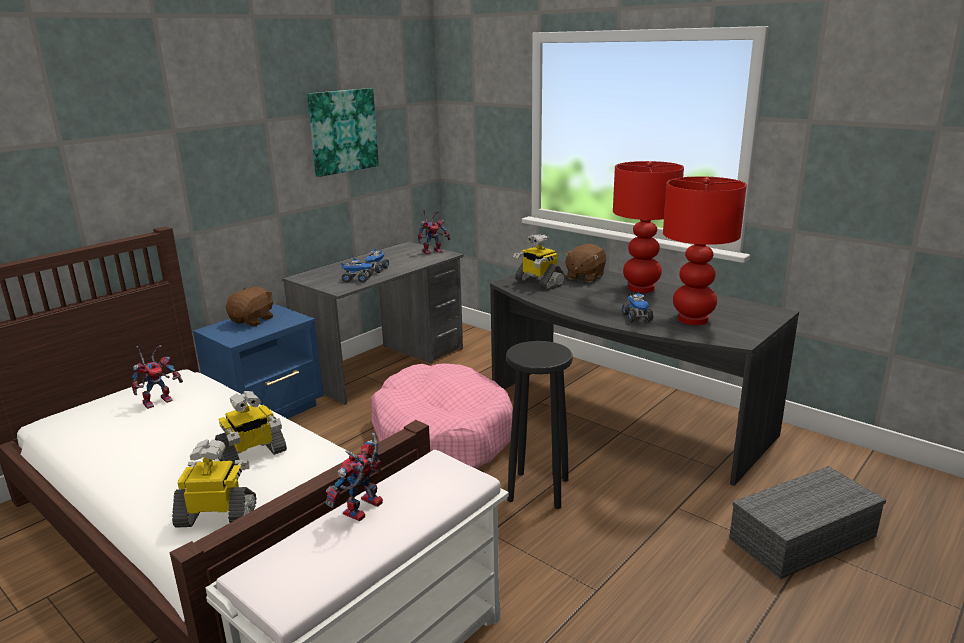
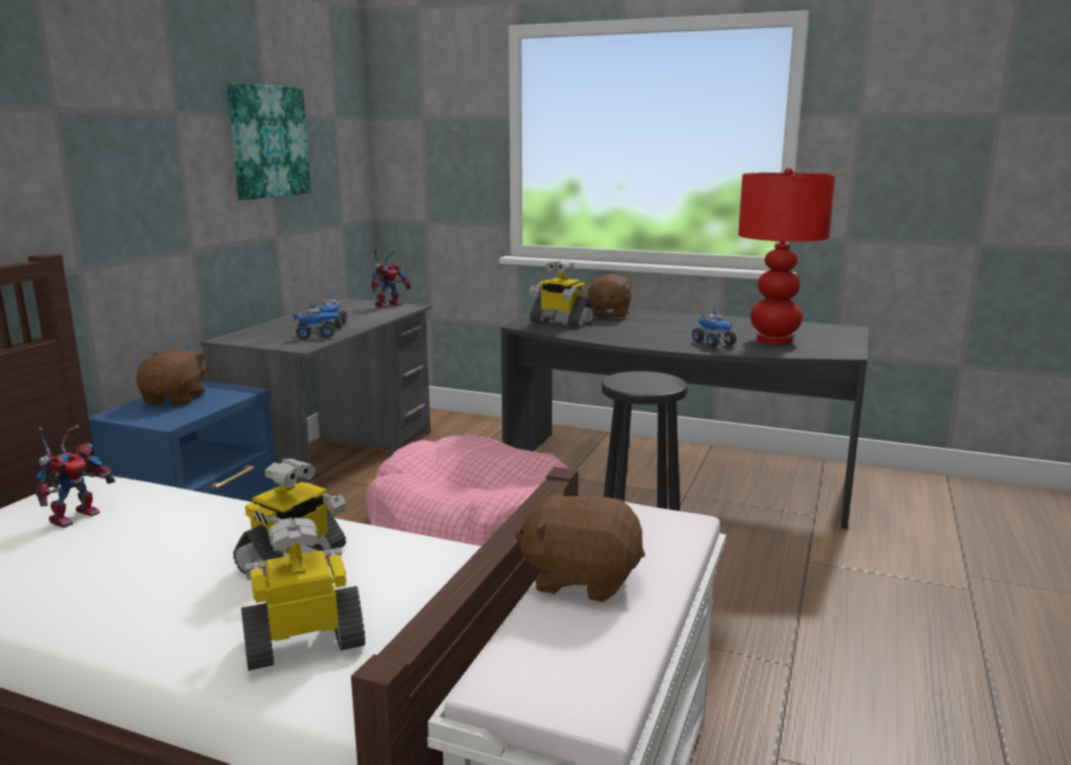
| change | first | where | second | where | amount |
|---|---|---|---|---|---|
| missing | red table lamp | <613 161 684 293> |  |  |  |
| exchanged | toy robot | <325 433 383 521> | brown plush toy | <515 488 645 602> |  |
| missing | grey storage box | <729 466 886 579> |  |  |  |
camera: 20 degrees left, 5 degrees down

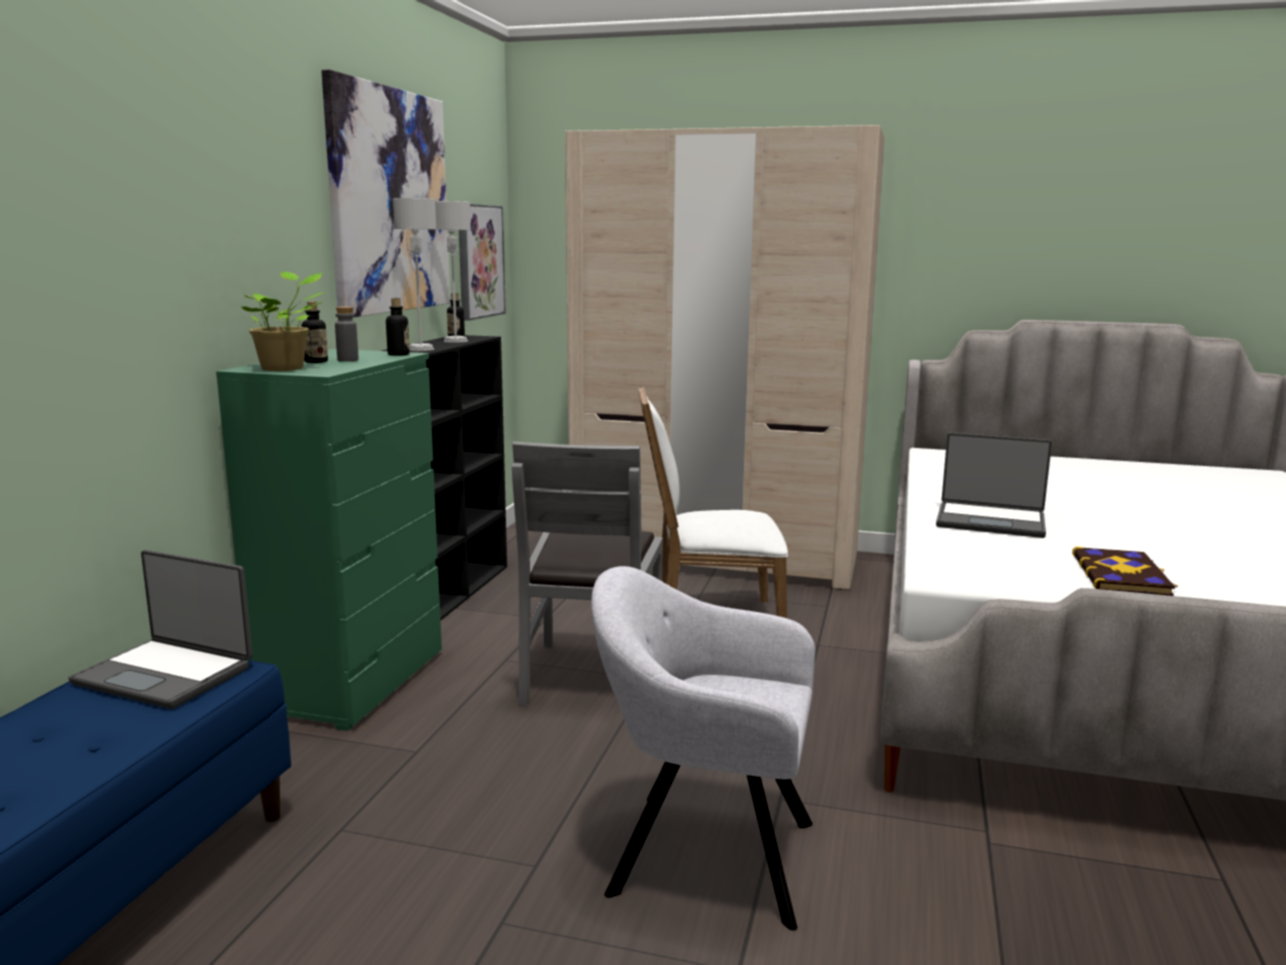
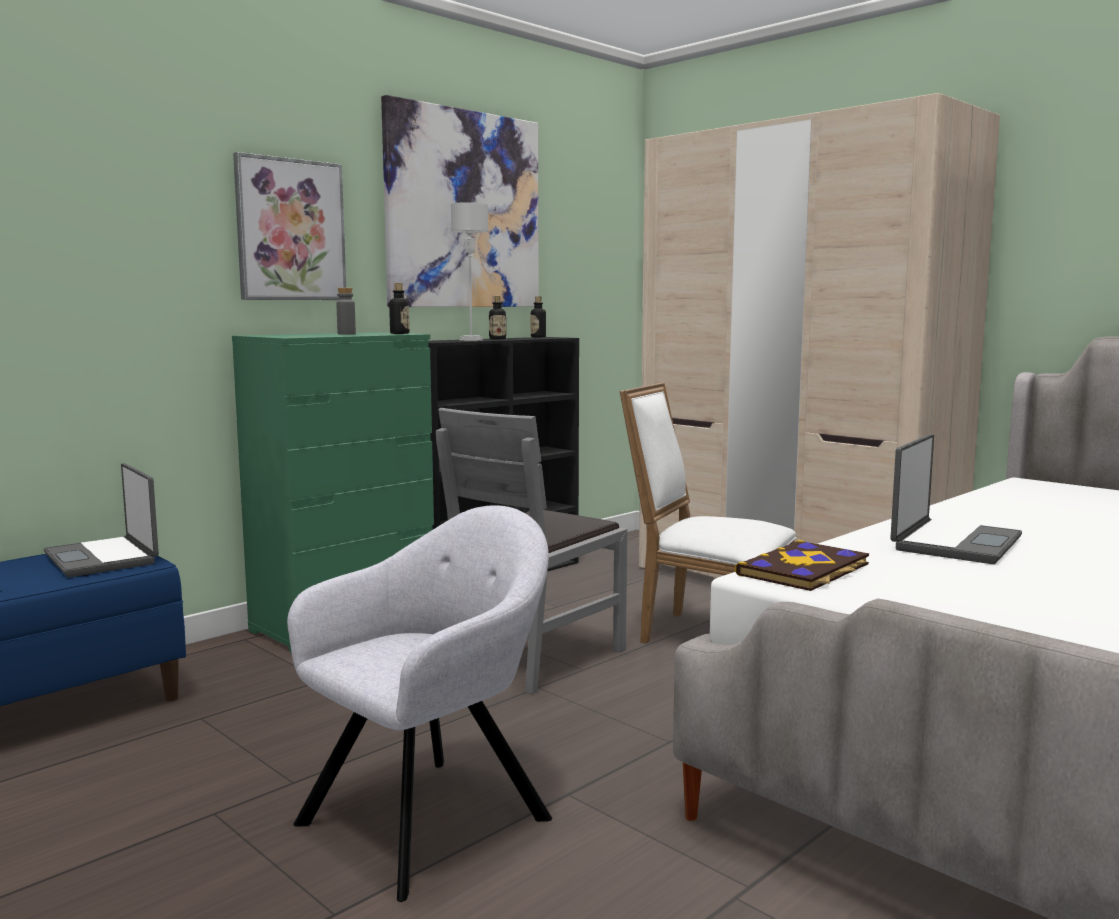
| change | first | where | second | where | amount |
|---|---|---|---|---|---|
| missing | grey table lamp | <432 201 471 343> |  |  |  |
| relocated | picture | <459 204 506 321> |  | <233 152 346 300> |  |
| missing | potted plant | <242 271 325 371> |  |  |  |
| relocated | bottle | <302 301 328 363> |  | <489 296 506 340> |  |
| spun | laptop | <936 433 1052 538> |  | <890 434 1022 564> | 105 degrees counterclockwise |
| relocated | book | <1072 547 1178 596> |  | <735 540 869 591> |  |
| spun | grey armchair | <591 566 815 930> |  | <287 505 552 902> | 90 degrees clockwise |
camera: 30 degrees right, 5 degrees down

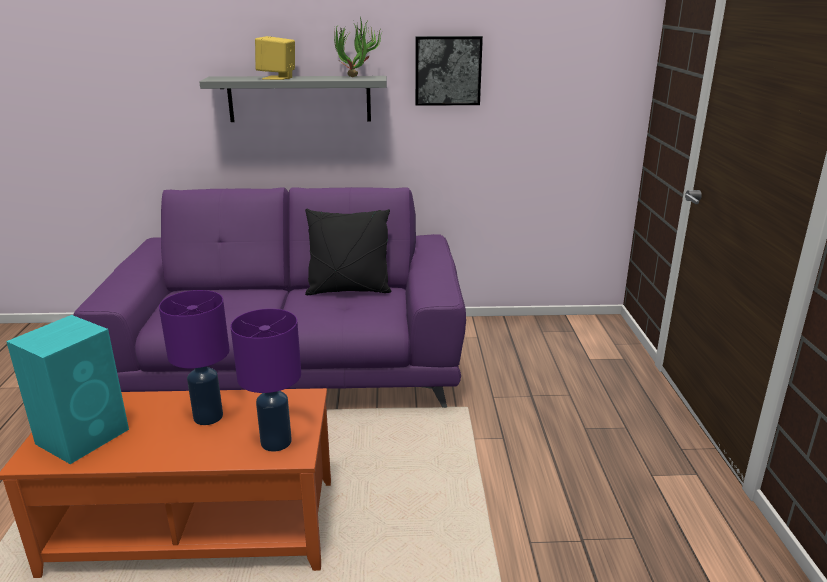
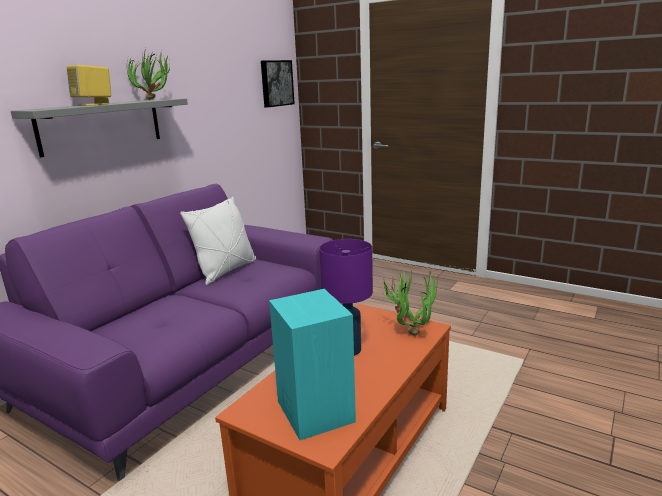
| change | first | where | second | where | amount |
|---|---|---|---|---|---|
| relocated | picture | <415 36 483 106> |  | <261 60 295 107> |  |
| colour | black pillow | <305 209 391 295> | white pillow | <180 197 256 285> |  |
| exchanged | purple table lamp | <230 309 301 452> | potted plant | <379 270 438 336> |  |
camera: 55 degrees left, 5 degrees down

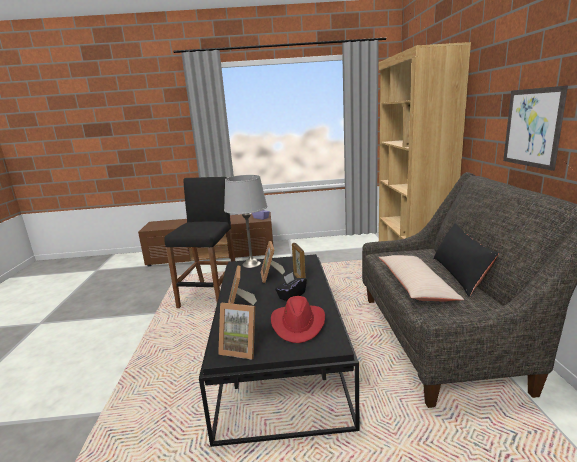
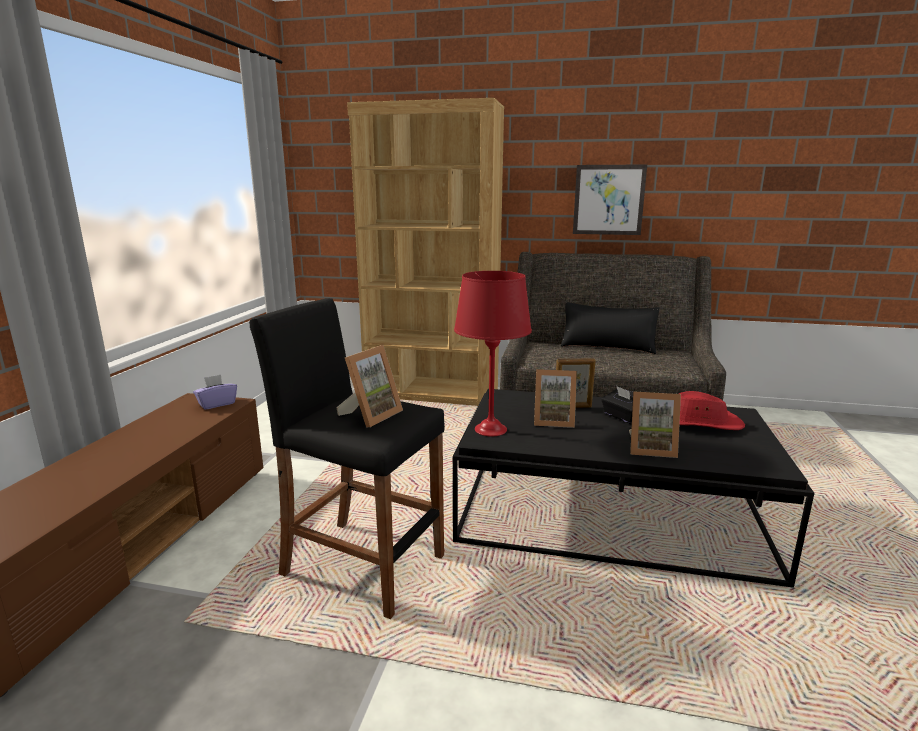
| change | first | where | second | where | amount |
|---|---|---|---|---|---|
| colour | grey table lamp | <224 175 267 268> | red table lamp | <454 271 532 436> |  |
| missing | beige pillow | <379 255 464 301> |  |  |  |
| relocated | picture frame | <218 303 255 360> |  | <337 345 403 428> |  |
camera: 75 degrees left, 0 degrees up

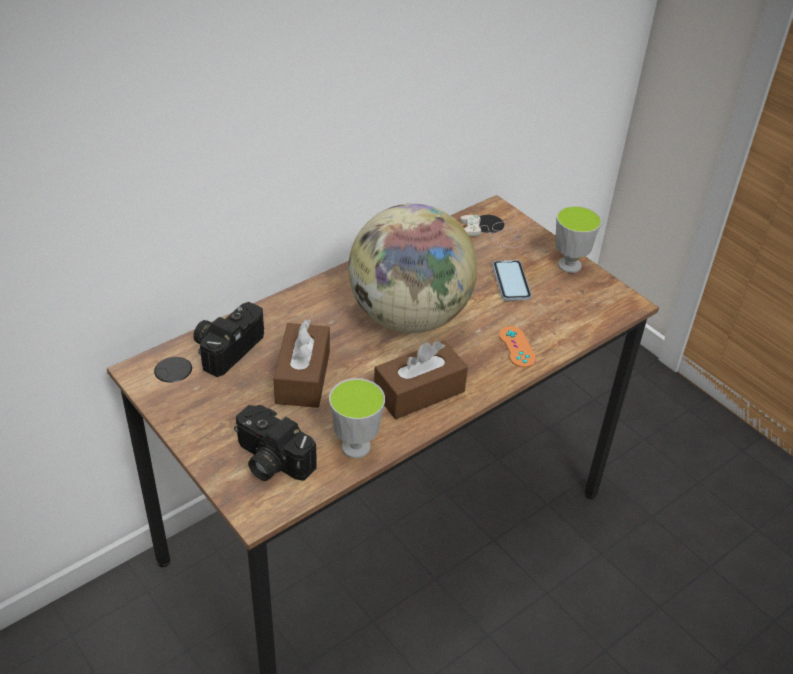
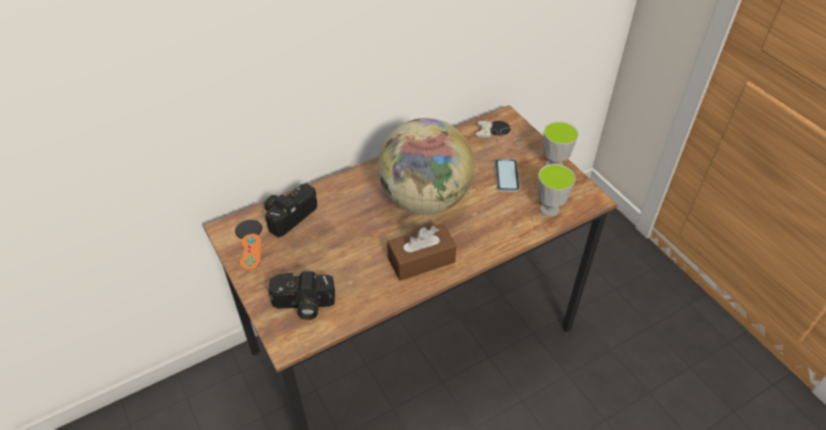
| change | first | where | second | where | amount |
|---|---|---|---|---|---|
| missing | brown tissue box | <274 320 330 408> |  |  |  |
| relocated | orange game controller | <499 326 536 368> |  | <240 234 261 270> |  |
| relocated | cup | <329 378 385 458> |  | <538 164 575 217> |  |
| spun | photo camera | <234 405 317 481> |  | <268 271 335 320> | 45 degrees counterclockwise |
camera: 10 degrees right, 5 degrees up

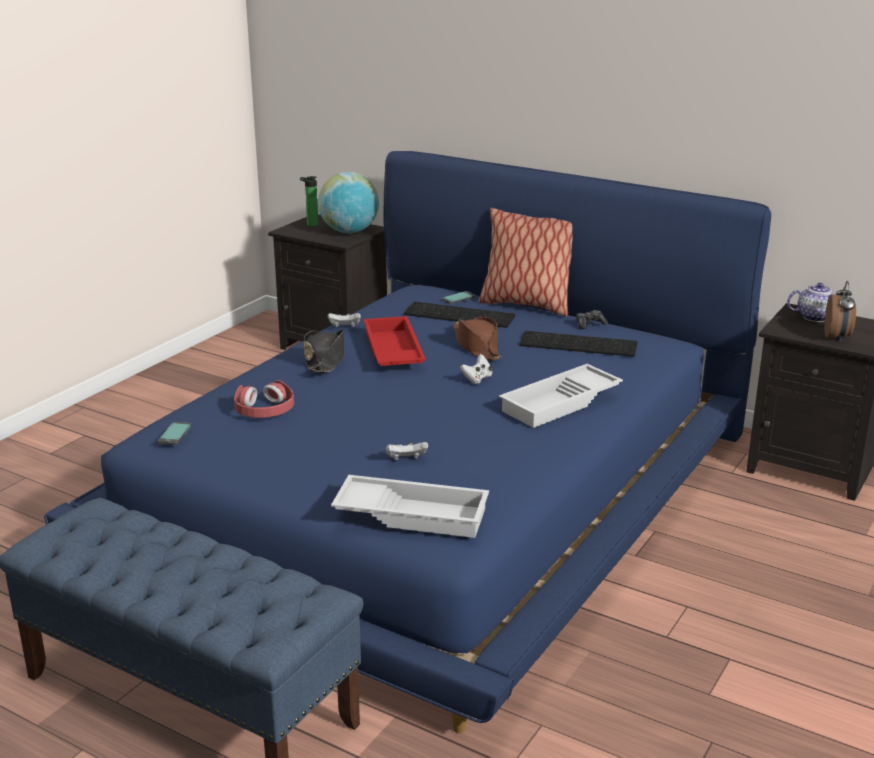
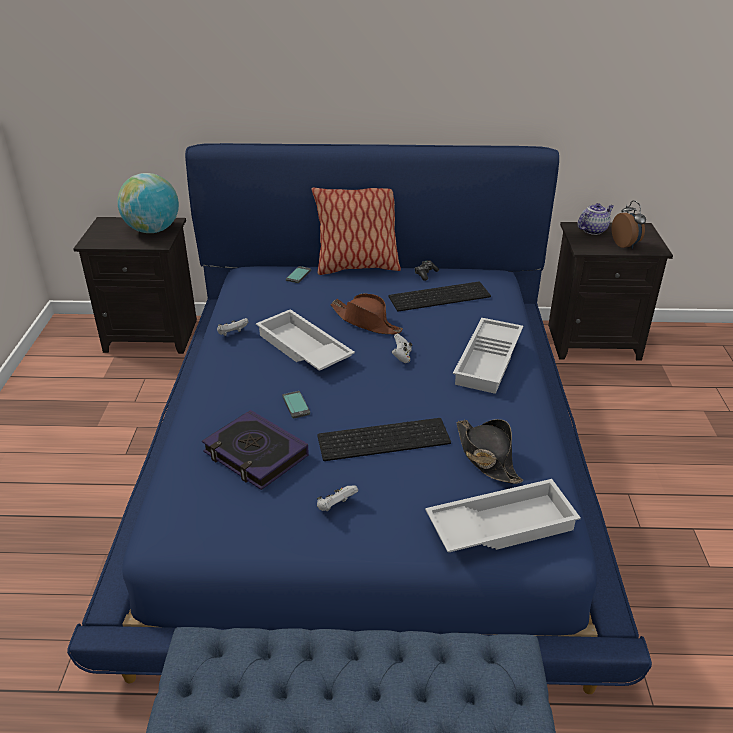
| change | first | where | second | where | amount |
|---|---|---|---|---|---|
| missing | bottle | <300 176 319 227> |  |  |  |
| relocated | keyboard | <404 302 515 328> |  | <317 418 451 461> |  |
| colour | red tray | <363 316 426 366> | white tray | <256 309 355 371> |  |
| relocated | black hat | <304 330 344 373> |  | <456 419 523 484> |  |
| exchanged | red headphones | <234 380 294 418> | book | <202 410 309 490> |  |
| relocated | phone | <157 422 192 445> |  | <282 391 310 418> |  |
| relocated | white game controller | <386 442 428 460> |  | <317 485 358 511> |  |
camera: 30 degrees left, 10 degrees up

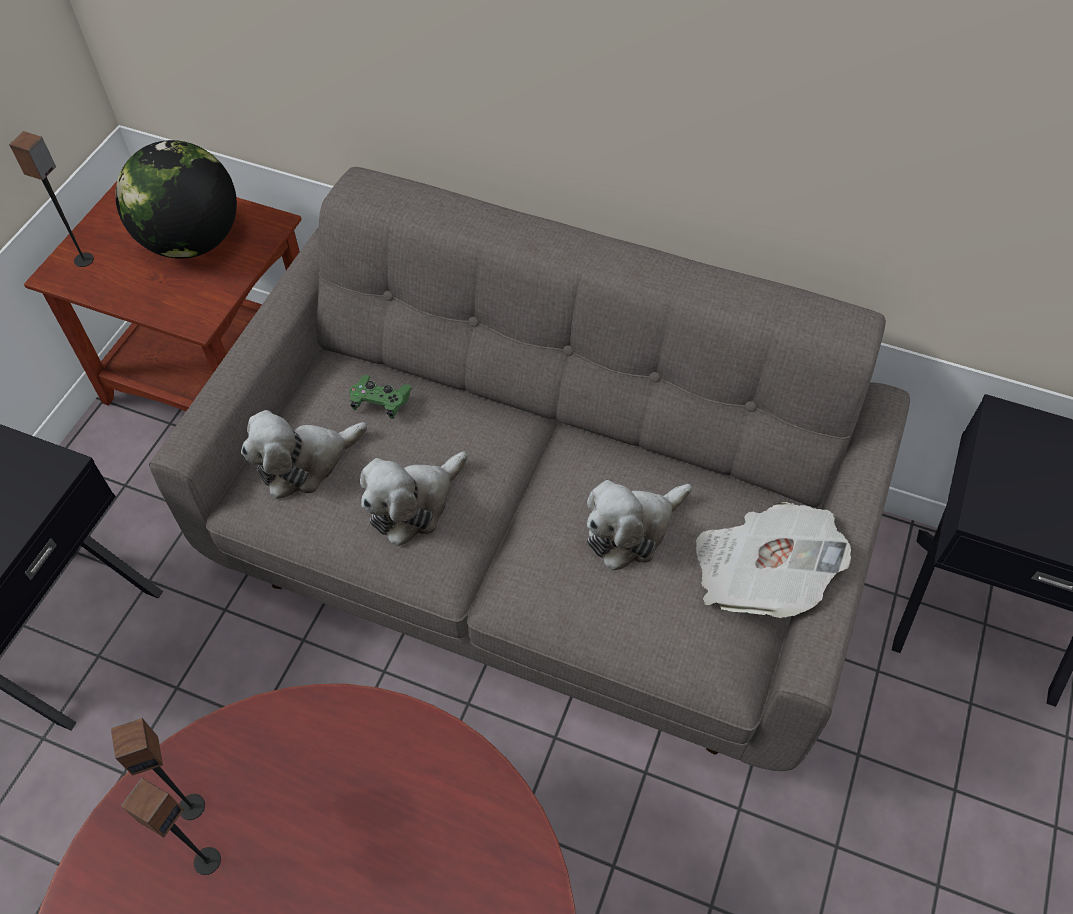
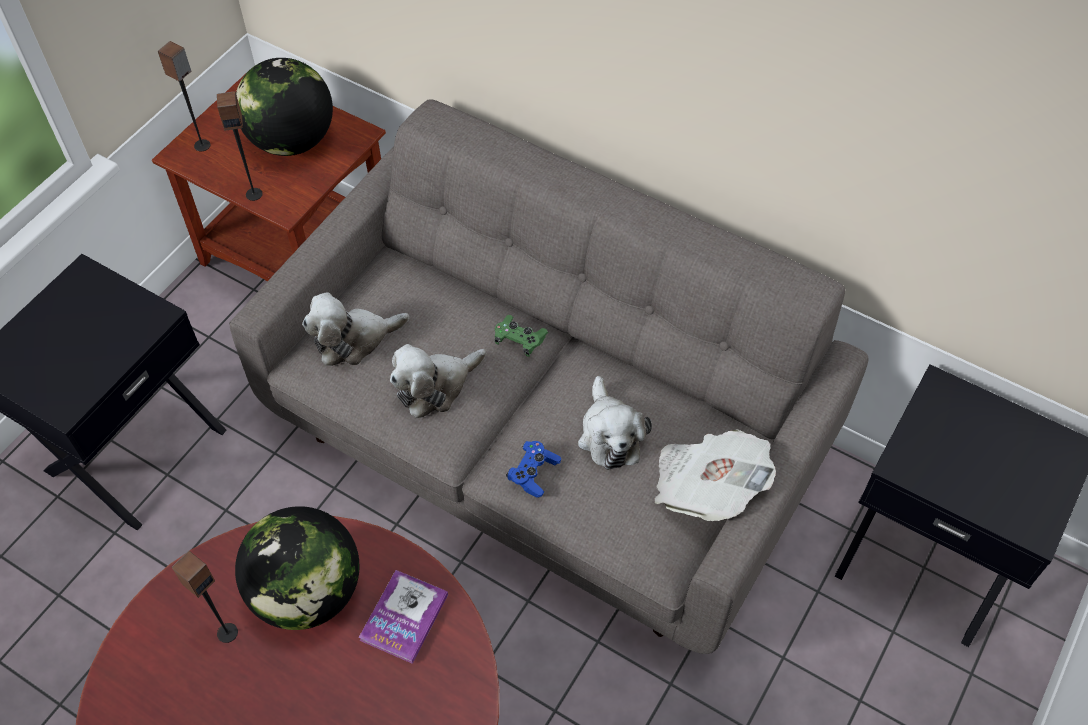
| change | first | where | second | where | amount |
|---|---|---|---|---|---|
| relocated | green game controller | <349 375 412 419> |  | <494 315 548 357> |  |
| spun | plush toy | <587 480 692 571> |  | <578 376 652 470> | 75 degrees counterclockwise |
| relocated | speaker | <111 717 205 820> |  | <217 91 263 201> |  |
| appeared |  |  | blue game controller | <506 441 561 498> |  |
| appeared |  |  | globe | <235 506 360 630> |  |
| appeared |  |  | book | <359 570 448 664> |  |
camera: 10 degrees right, 0 degrees up

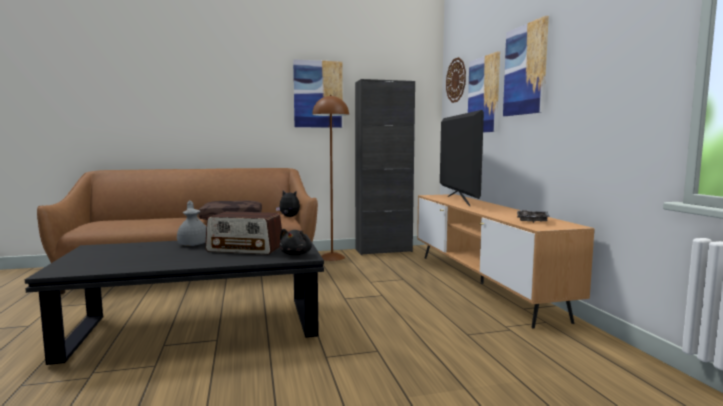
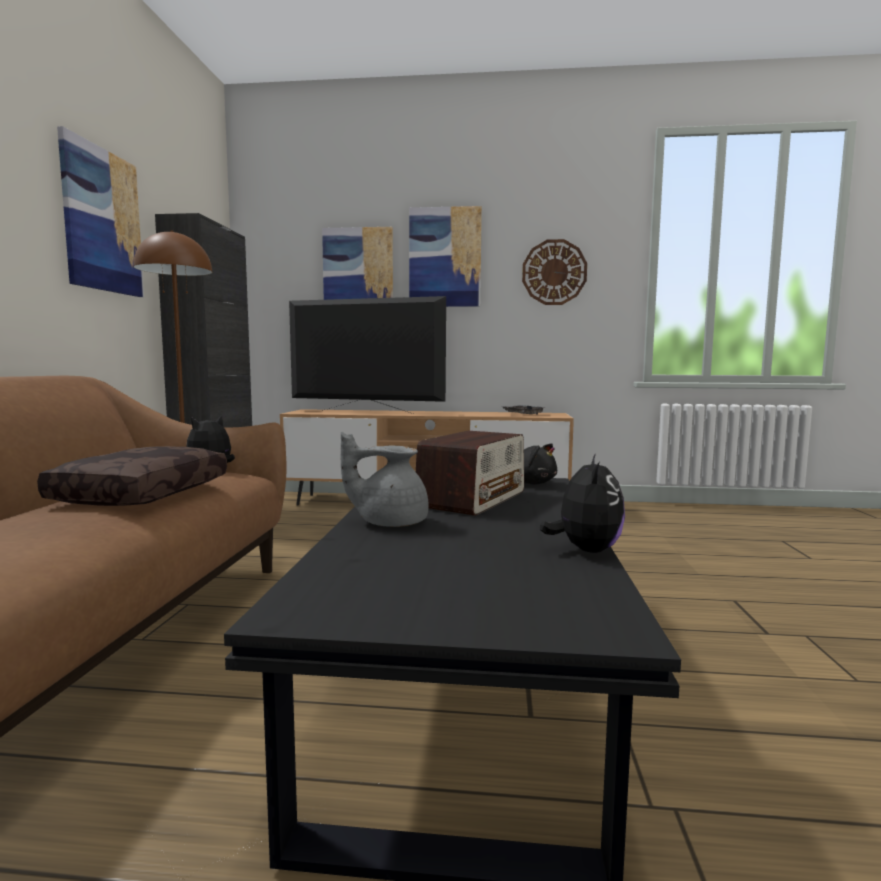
| change | first | where | second | where | amount |
|---|---|---|---|---|---|
| relocated | wall clock | <446 57 466 103> |  | <522 239 587 305> |  |
| appeared |  |  | plush toy | <540 453 625 553> |  |
camera: 70 degrees left, 0 degrees up

